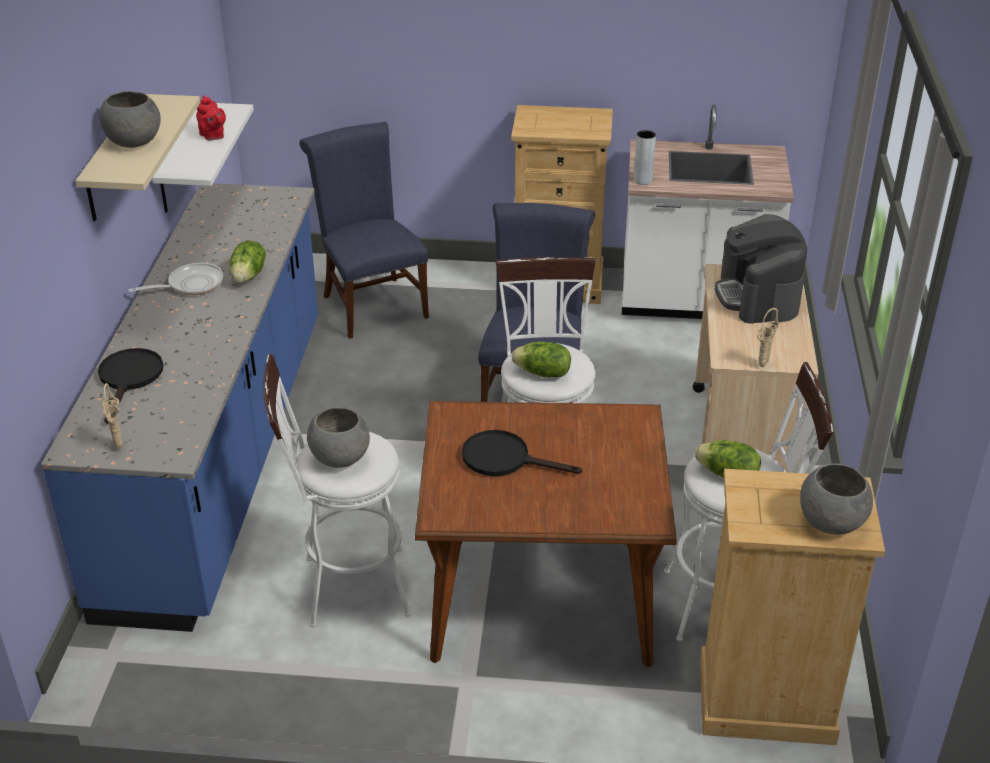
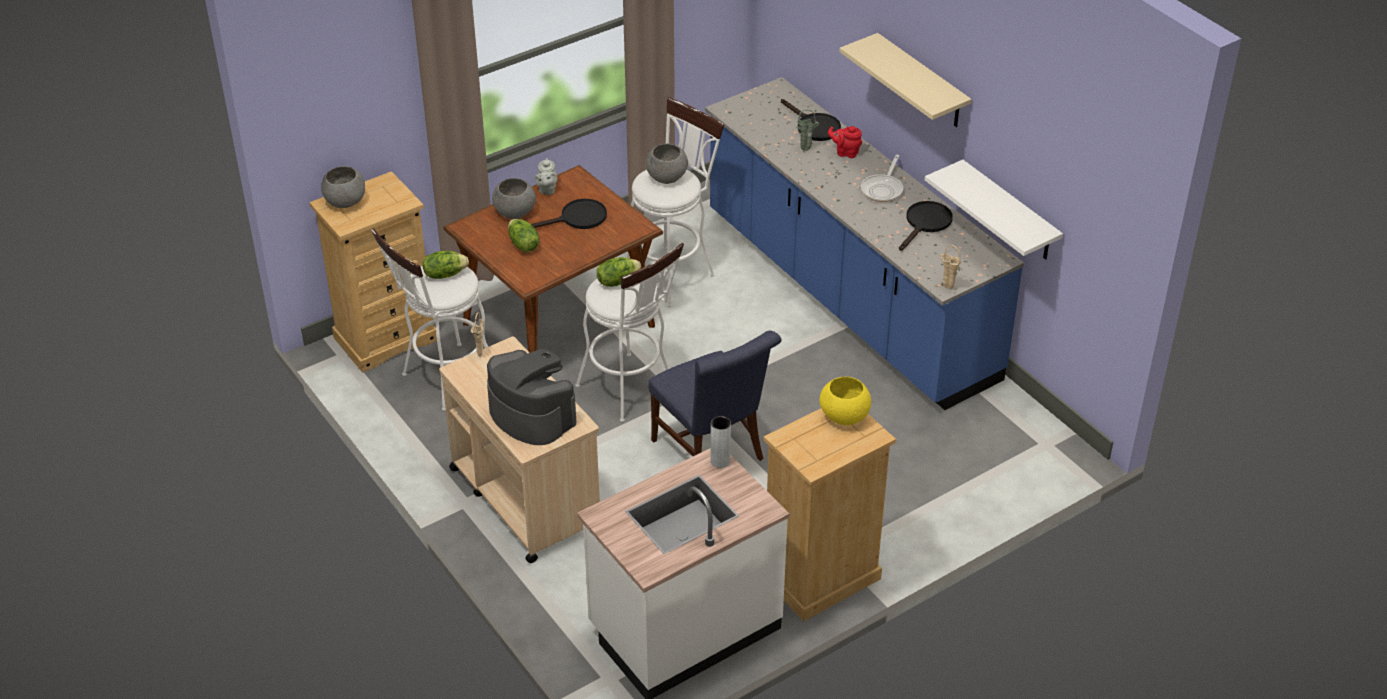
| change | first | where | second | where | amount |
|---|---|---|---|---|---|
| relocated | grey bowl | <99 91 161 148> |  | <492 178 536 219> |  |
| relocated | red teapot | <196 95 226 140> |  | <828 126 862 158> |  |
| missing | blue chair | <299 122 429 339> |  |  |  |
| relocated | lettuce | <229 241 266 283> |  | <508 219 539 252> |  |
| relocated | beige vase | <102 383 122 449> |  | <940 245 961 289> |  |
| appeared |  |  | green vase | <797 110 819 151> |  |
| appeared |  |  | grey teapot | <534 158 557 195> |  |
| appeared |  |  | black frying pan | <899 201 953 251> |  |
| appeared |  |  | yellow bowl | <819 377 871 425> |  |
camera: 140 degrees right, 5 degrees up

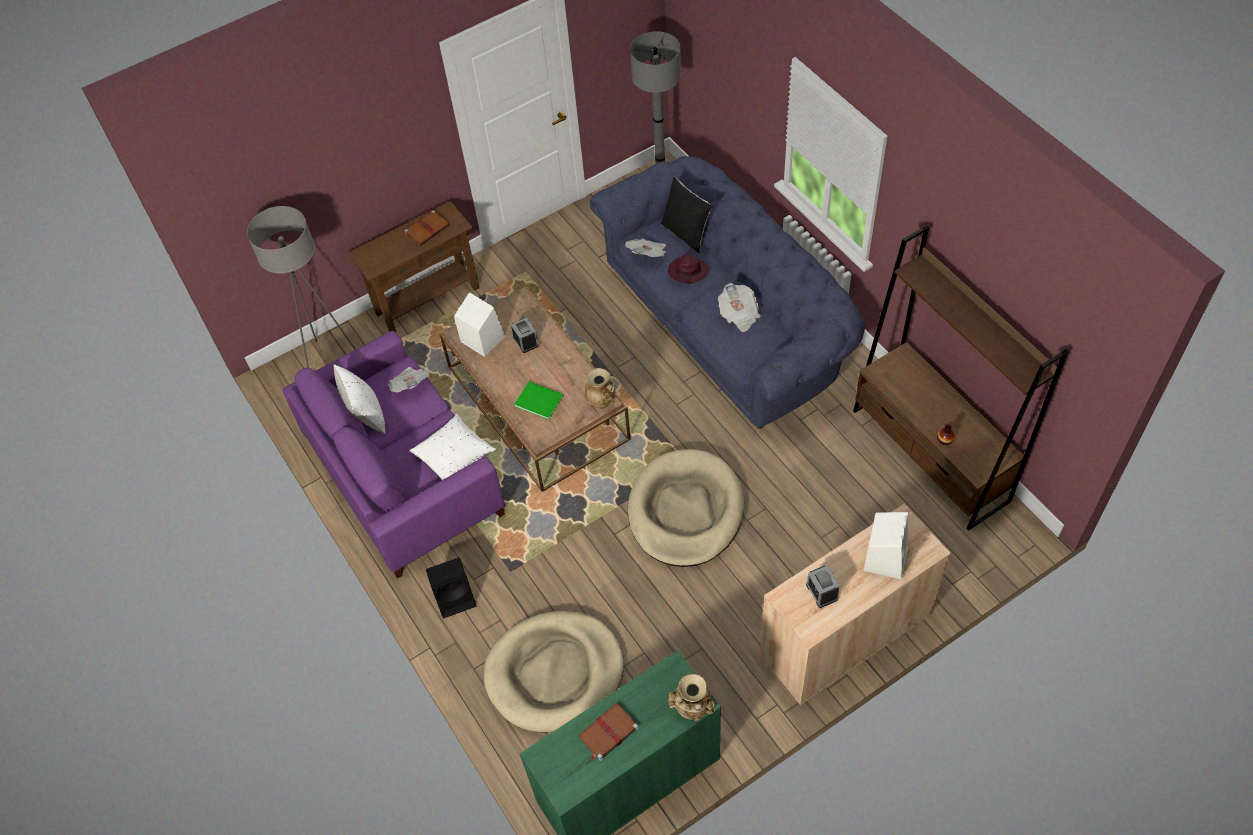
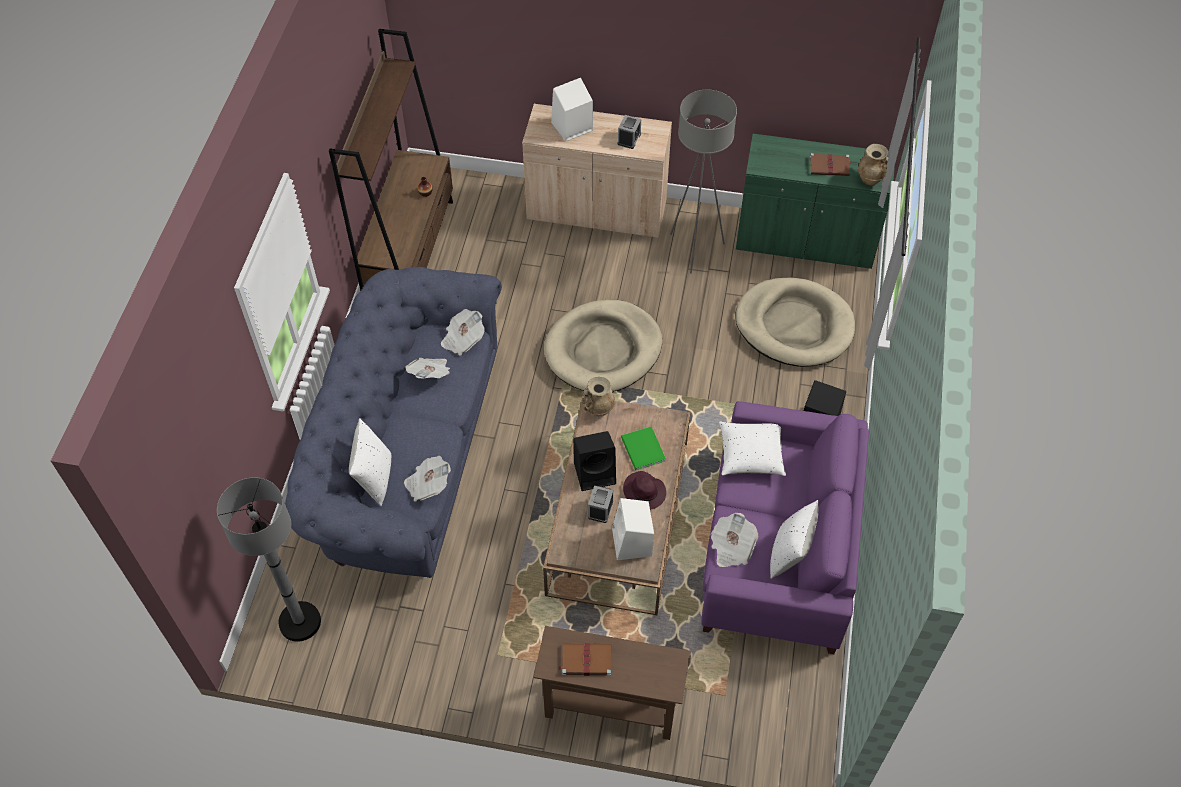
| change | first | where | second | where | amount |
|---|---|---|---|---|---|
| colour | black pillow | <661 176 713 253> | white pillow | <349 418 391 506> |  |
| relocated | grey floor lamp | <247 206 356 368> |  | <670 90 737 274> |  |
| relocated | purple hat | <668 255 709 284> |  | <623 471 666 510> |  |
| relocated | beige vase | <668 674 716 721> |  | <858 144 889 185> |  |
| appeared |  |  | newspaper | <441 309 485 356> |  |
| appeared |  |  | black speaker | <573 431 616 491> |  |
camera: 140 degrees left, 0 degrees up

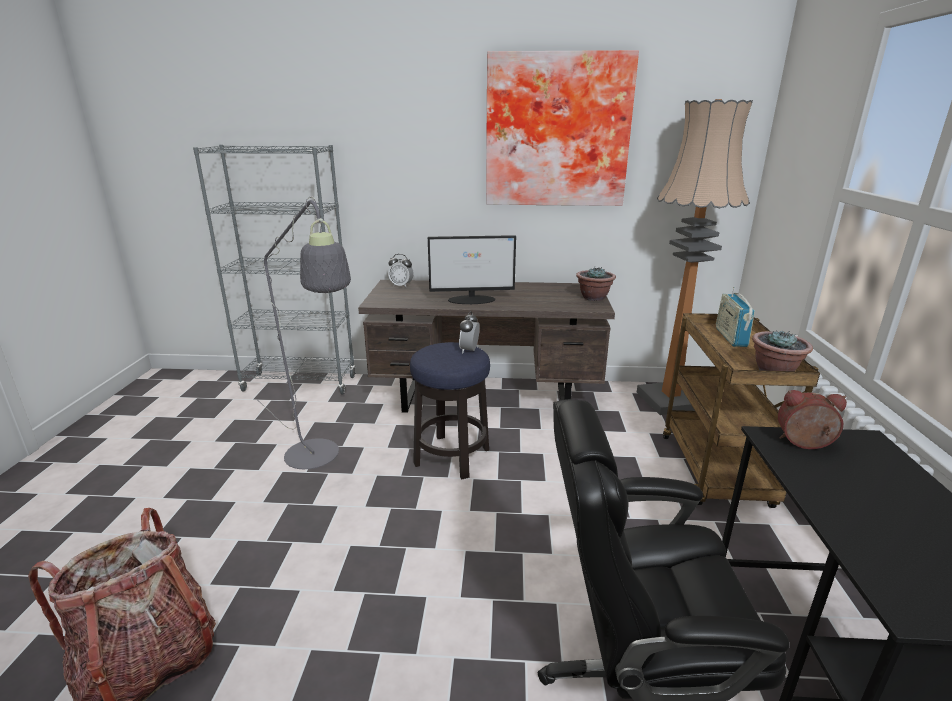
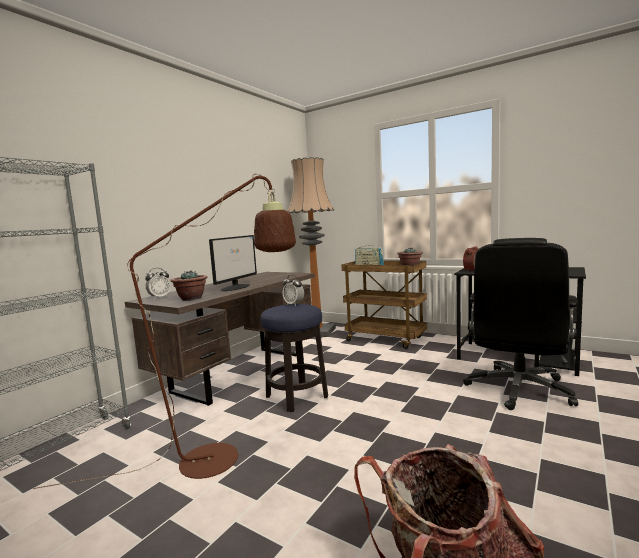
| change | first | where | second | where | amount |
|---|---|---|---|---|---|
| missing | picture | <486 50 639 206> |  |  |  |
| colour | grey floor lamp | <258 197 351 469> | brown floor lamp | <33 173 296 489> |  |
| relocated | potted plant | <576 267 616 301> |  | <171 271 207 301> |  |
camera: 60 degrees left, 15 degrees down

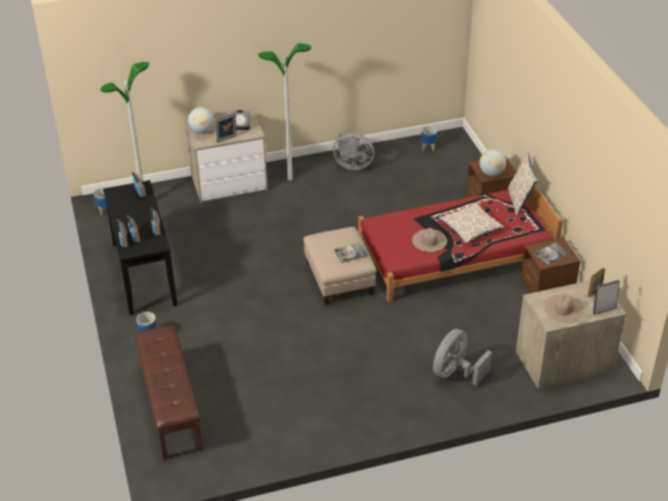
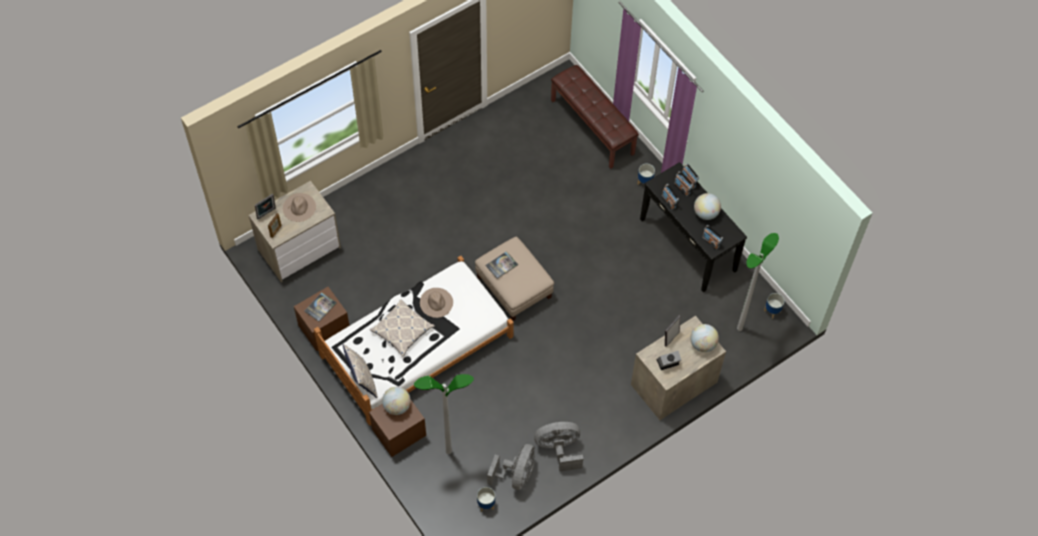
| change | first | where | second | where | amount |
|---|---|---|---|---|---|
| relocated | floor lamp | <258 43 311 180> |  | <414 374 474 454> |  |
| colour | red bed | <358 165 563 302> | white bed | <314 256 514 426> |  |
| relocated | grey fan | <433 329 492 386> |  | <487 444 535 490> |  |
| appeared |  |  | globe | <694 193 721 220> |  |
camera: 160 degrees right, 20 degrees up

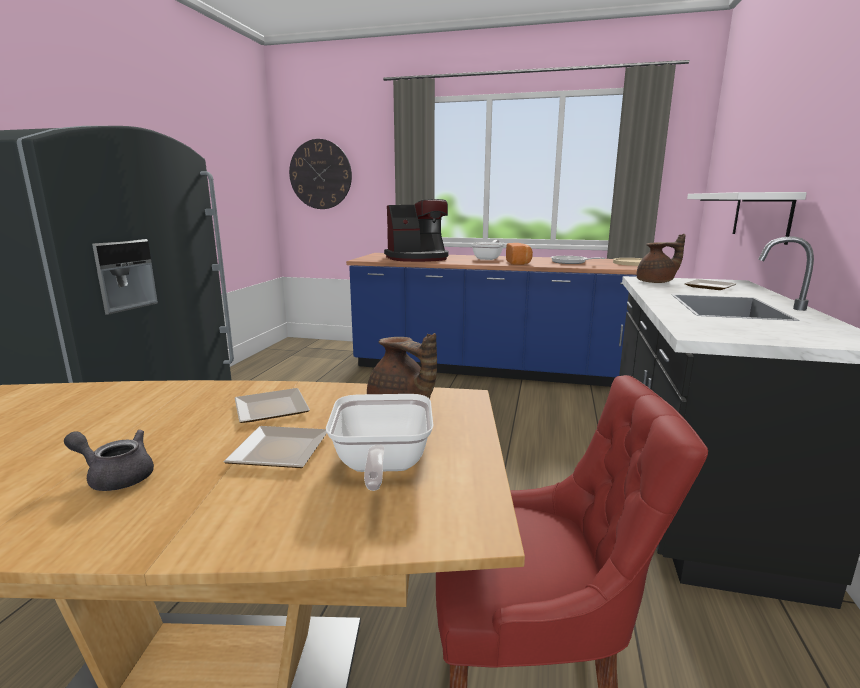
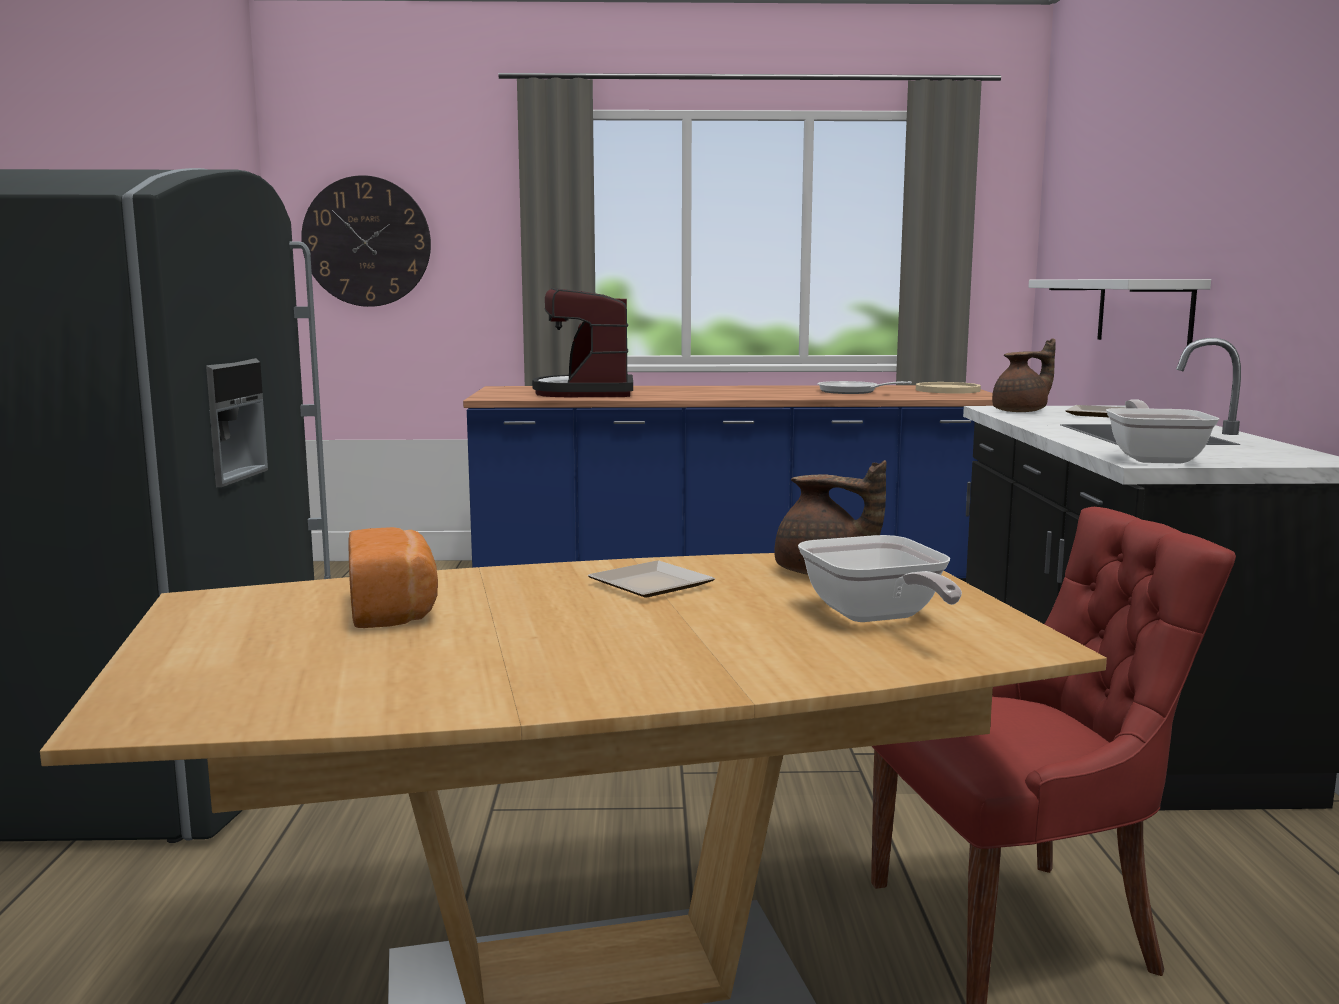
| change | first | where | second | where | amount |
|---|---|---|---|---|---|
| spun | coffee machine | <384 199 449 262> |  | <532 288 633 397> | 120 degrees clockwise |
| relocated | frying pan | <471 240 505 260> |  | <1106 399 1219 463> |  |
| relocated | bread | <506 243 533 265> |  | <348 527 438 628> |  |
| missing | plate | <224 426 327 468> |  |  |  |
| missing | grey teapot | <64 430 154 491> |  |  |  |
camera: 15 degrees left, 5 degrees down

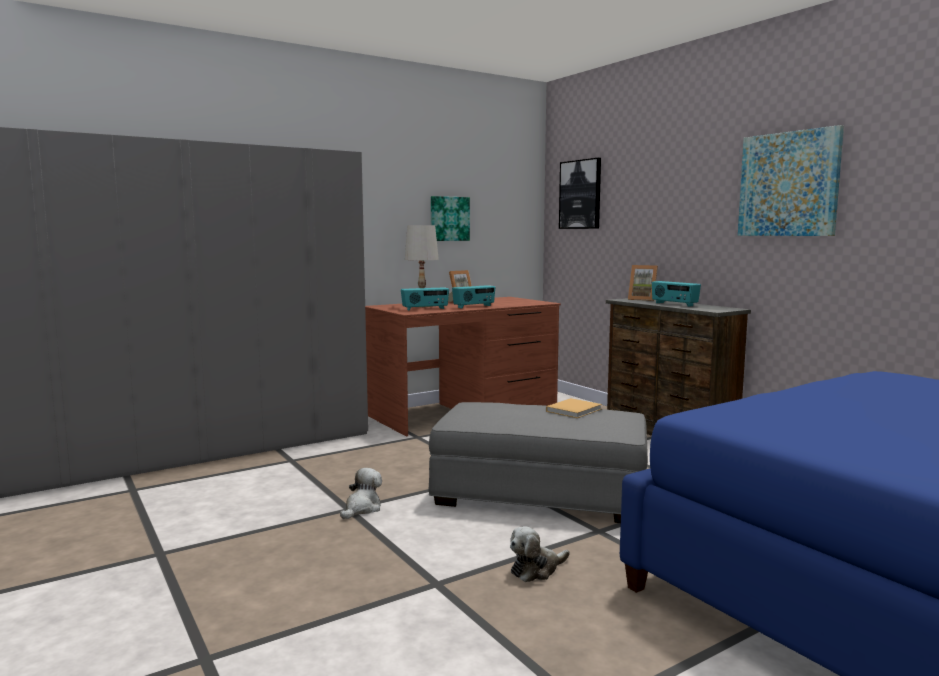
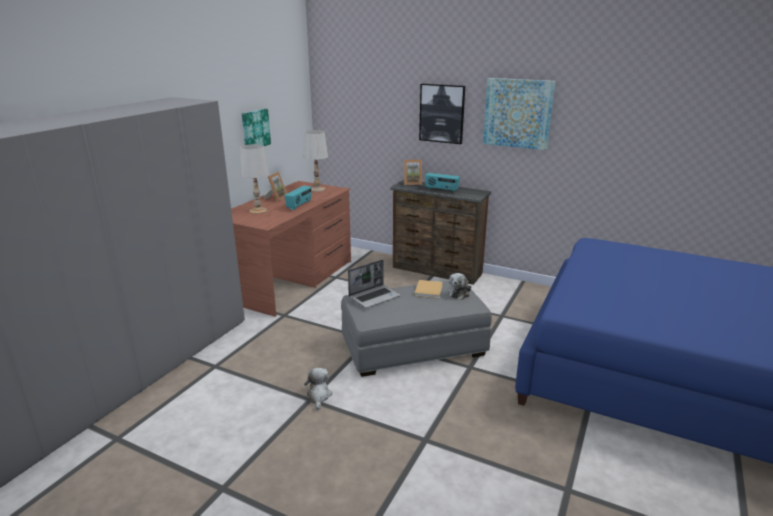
| change | first | where | second | where | amount |
|---|---|---|---|---|---|
| relocated | picture | <559 158 601 229> |  | <419 84 465 144> |  |
| missing | radio | <401 287 449 311> |  |  |  |
| relocated | plush toy | <510 526 569 582> |  | <448 273 471 300> |  |
| appeared |  |  | white table lamp | <303 130 328 192> |  |
| appeared |  |  | laptop | <348 259 401 308> |  |
camera: 30 degrees left, 15 degrees up

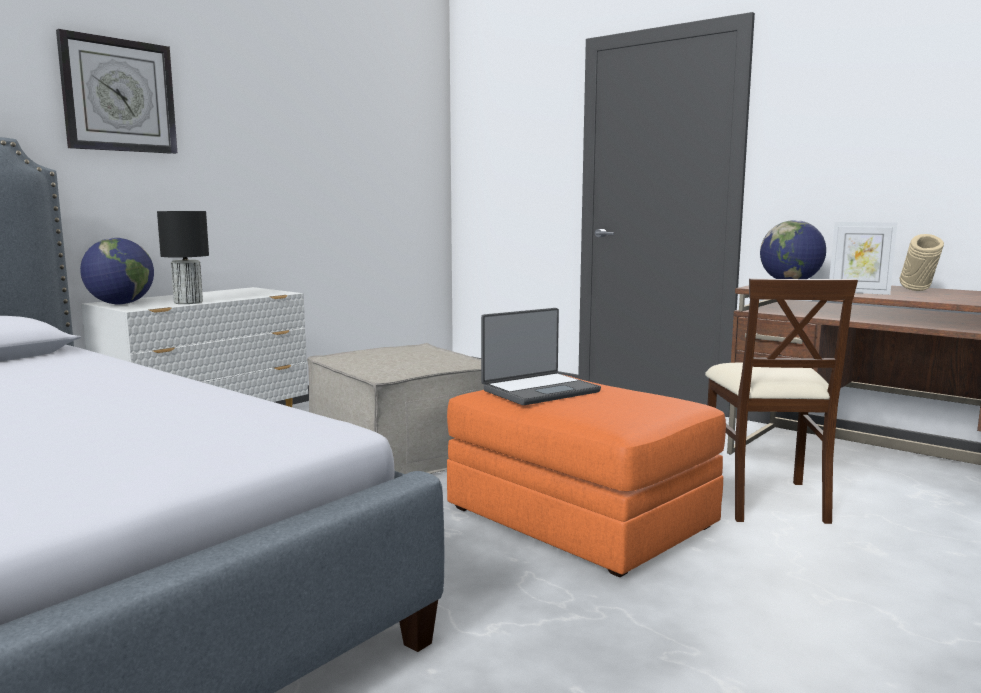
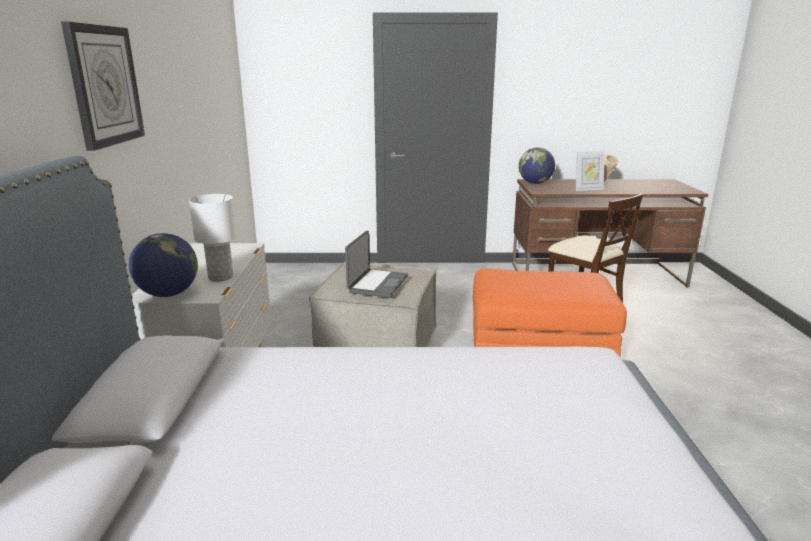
| change | first | where | second | where | amount |
|---|---|---|---|---|---|
| colour | black table lamp | <157 211 209 304> | white table lamp | <189 194 237 281> |  |
| relocated | laptop | <481 308 601 405> |  | <345 230 408 298> |  |
camera: 40 degrees left, 10 degrees up

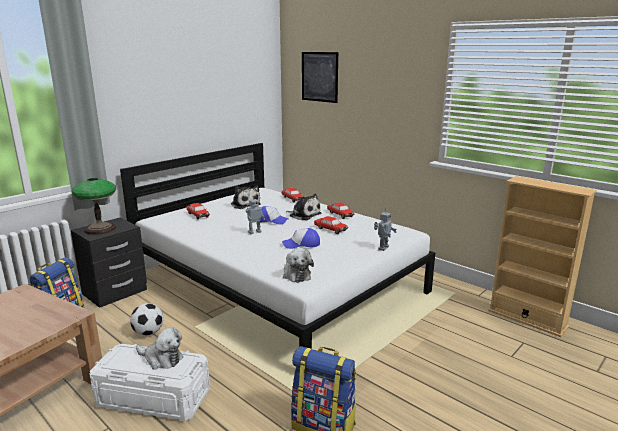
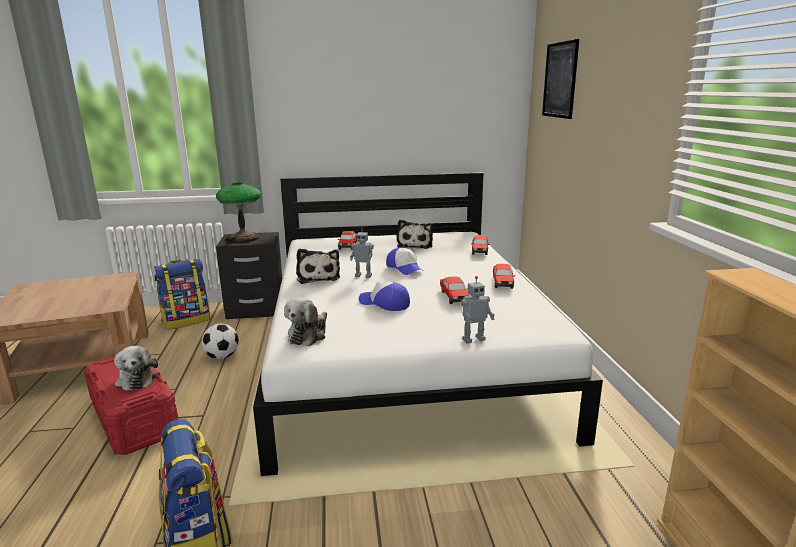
| change | first | where | second | where | amount |
|---|---|---|---|---|---|
| relocated | plush toy | <286 194 321 220> |  | <296 248 340 284> |  |
| colour | white storage box | <89 344 210 421> | red storage box | <84 357 178 455> |  |
camera: 40 degrees right, 0 degrees up

